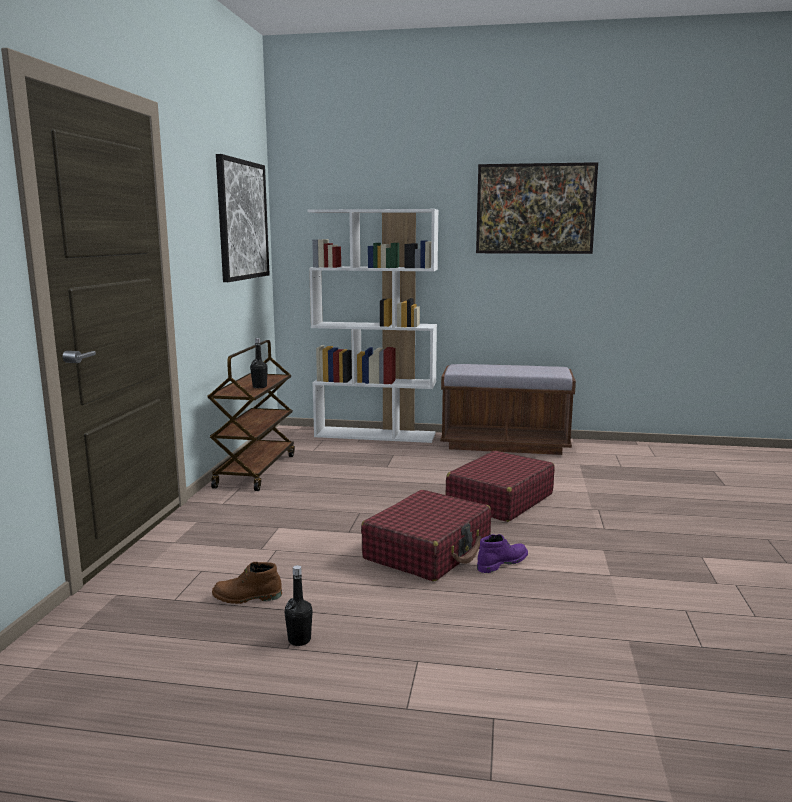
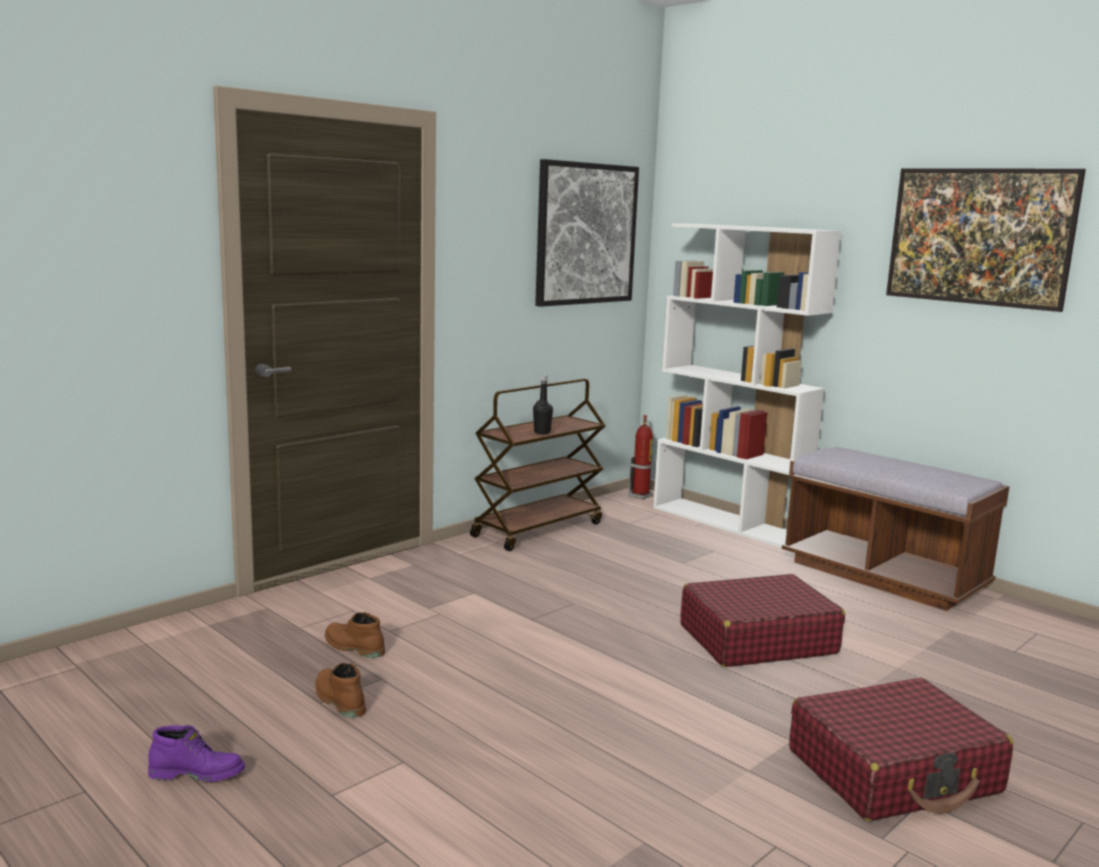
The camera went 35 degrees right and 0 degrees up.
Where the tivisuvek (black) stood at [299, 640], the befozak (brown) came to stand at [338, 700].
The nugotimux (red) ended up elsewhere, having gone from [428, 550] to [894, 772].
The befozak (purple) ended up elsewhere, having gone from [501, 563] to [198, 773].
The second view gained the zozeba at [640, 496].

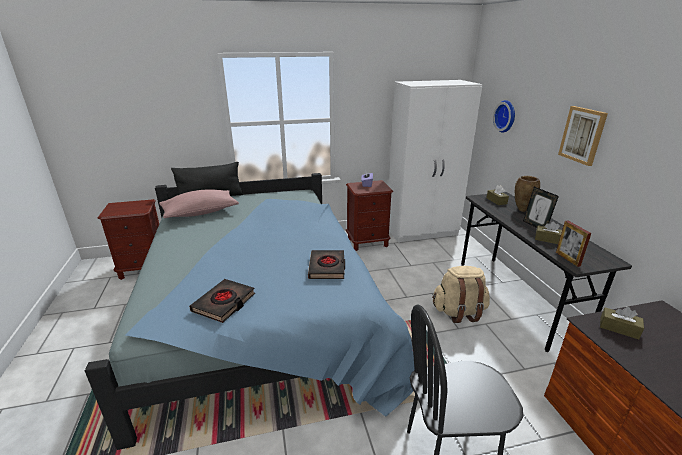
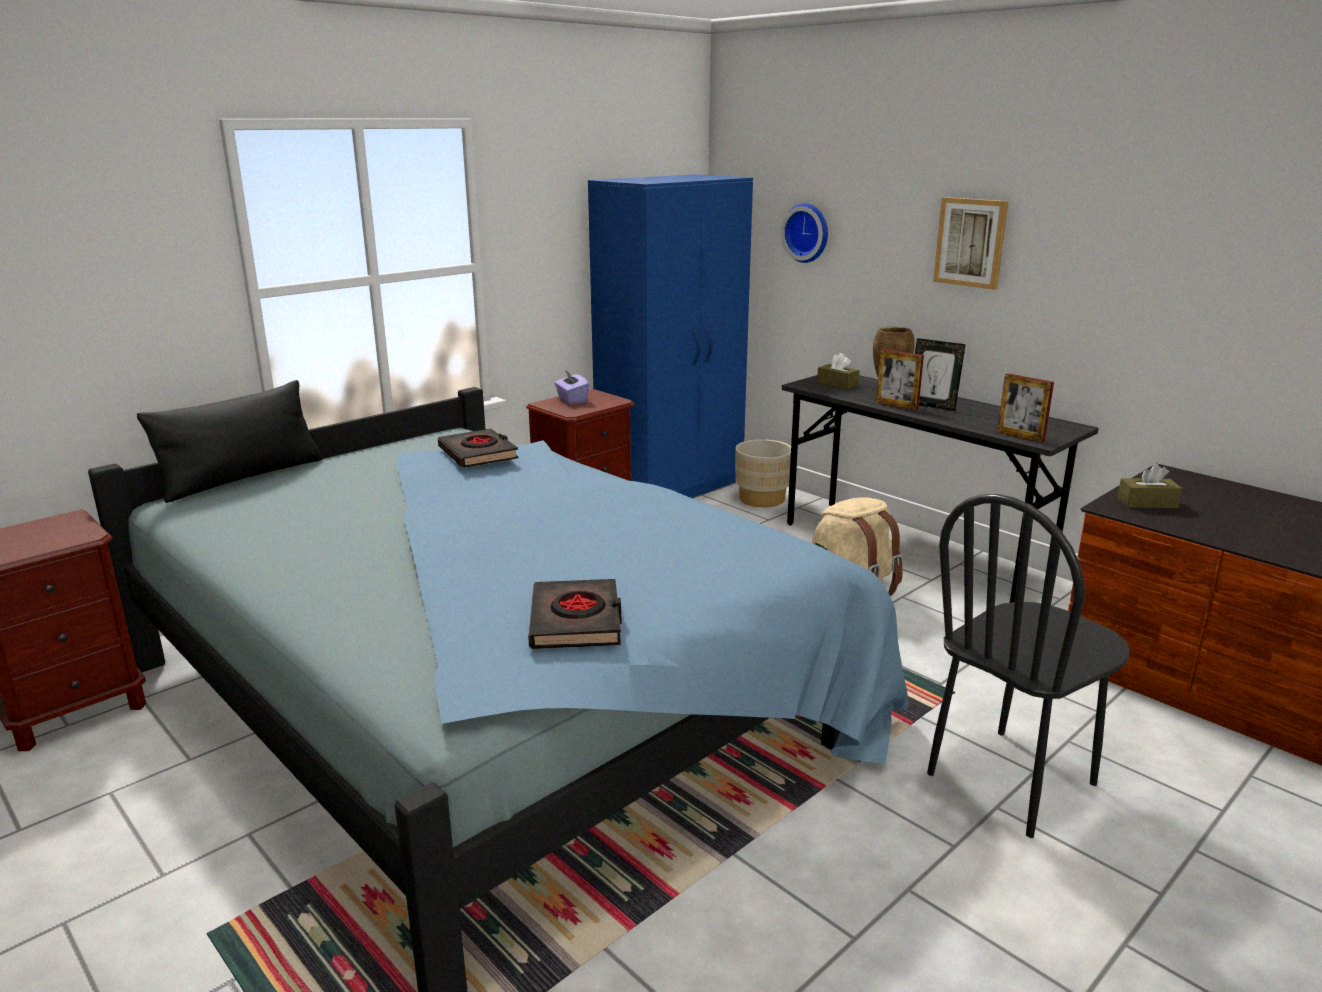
The camera went 30 degrees left and 5 degrees down.
The second view lost the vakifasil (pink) at [200, 212].
The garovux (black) ended up elsewhere, having gone from [327, 267] to [478, 454].
What was the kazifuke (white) at [422, 231] turned into the kazifuke (blue) at [672, 488].
The second view lost the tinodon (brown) at [548, 239].
The second view gained the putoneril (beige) at [762, 499].
The second view gained the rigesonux at [896, 405].

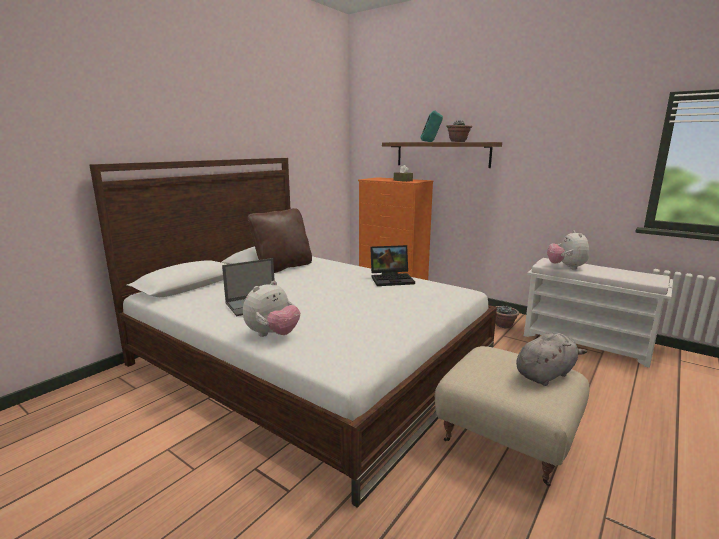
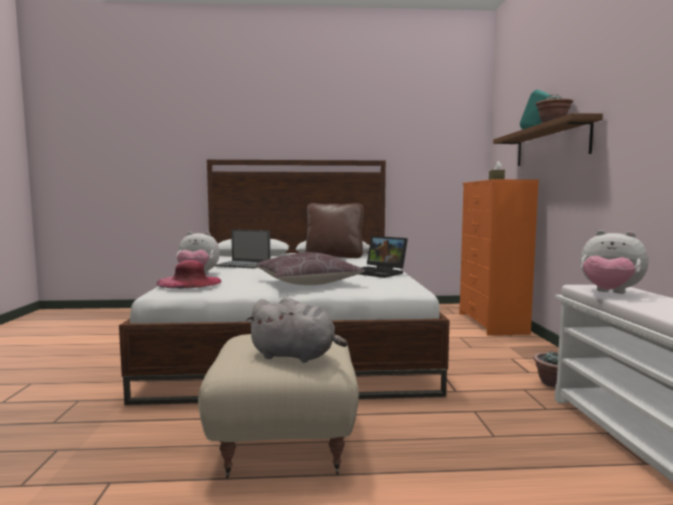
The camera went 50 degrees right and 10 degrees down.
The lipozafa at [566, 267] ended up facing another way, 105 degrees counterclockwise from before.
The second view gained the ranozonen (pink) at [189, 282].
The second view gained the vakifasil (brown) at [307, 283].

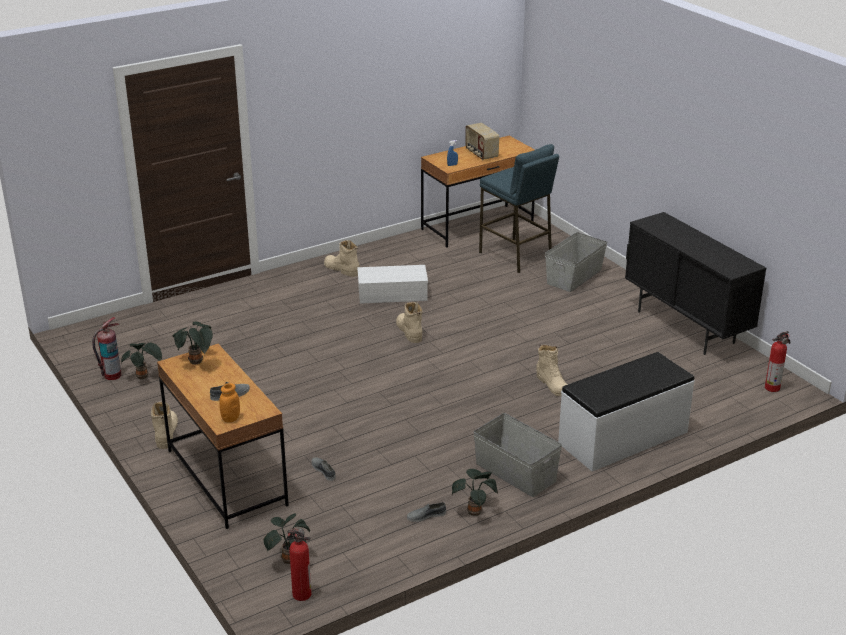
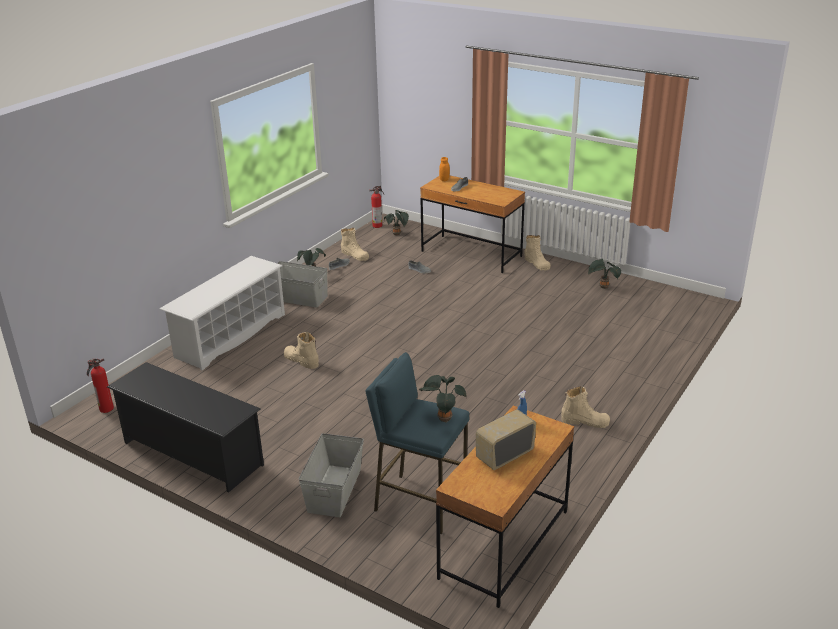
The camera went 155 degrees right and 0 degrees up.
The second view lost the zozeba at [112, 375].
The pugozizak ended up elsewhere, having gone from [197, 362] to [443, 418].
The second view lost the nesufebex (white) at [393, 293].
The befozak (beige) ended up elsewhere, having gone from [409, 331] to [355, 255].
The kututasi at [481, 154] ended up facing another way, 75 degrees counterclockwise from before.
Where the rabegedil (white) stood at [623, 438], the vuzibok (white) came to stand at [230, 335].
Where the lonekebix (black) stood at [685, 327], the vuzibok (black) came to stand at [192, 453].

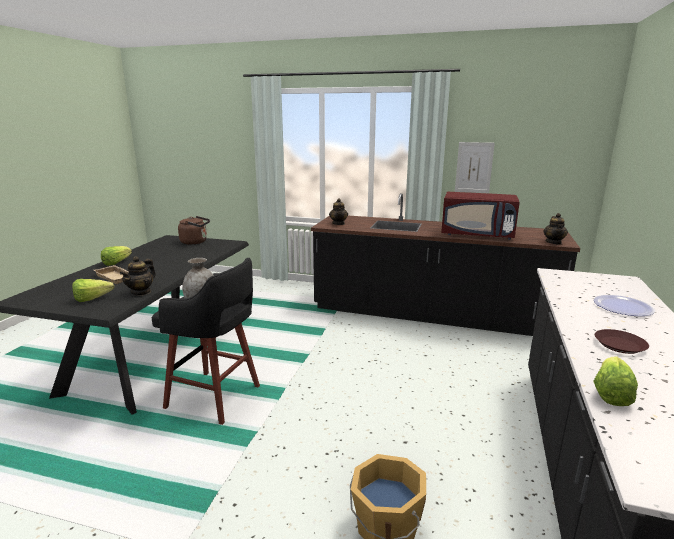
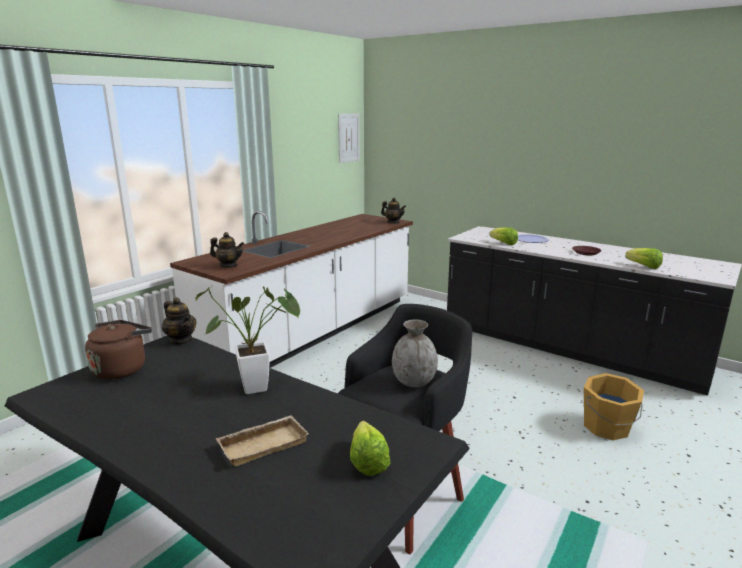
The camera went 70 degrees left and 0 degrees up.
The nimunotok ended up elsewhere, having gone from [116, 263] to [504, 243].
The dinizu ended up elsewhere, having gone from [141, 292] to [181, 340].
What was the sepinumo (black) at [431, 314] turned into the sepinumo (white) at [313, 332].
The second view lost the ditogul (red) at [477, 235].
The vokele ended up elsewhere, having gone from [474, 167] to [348, 138].
The second view gained the pugozizak at [262, 387].

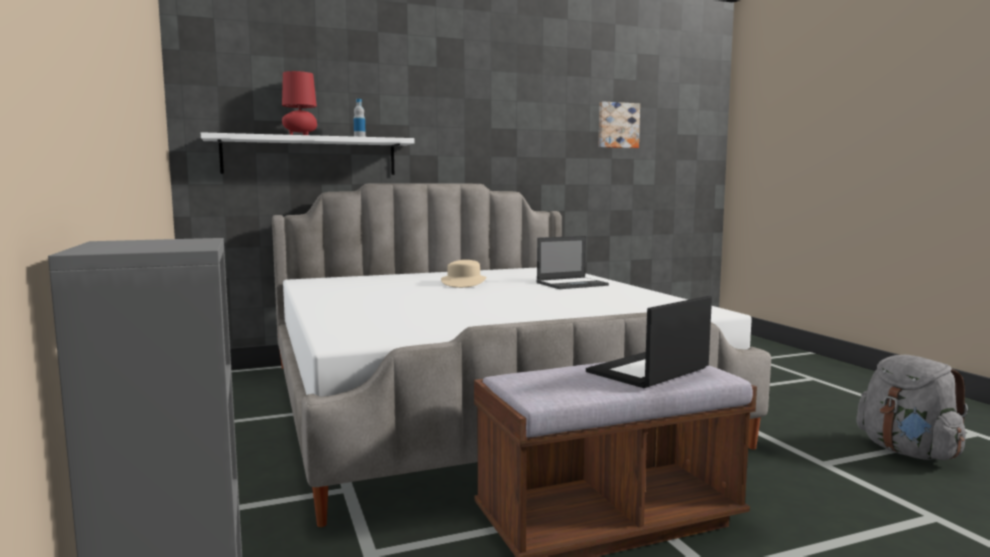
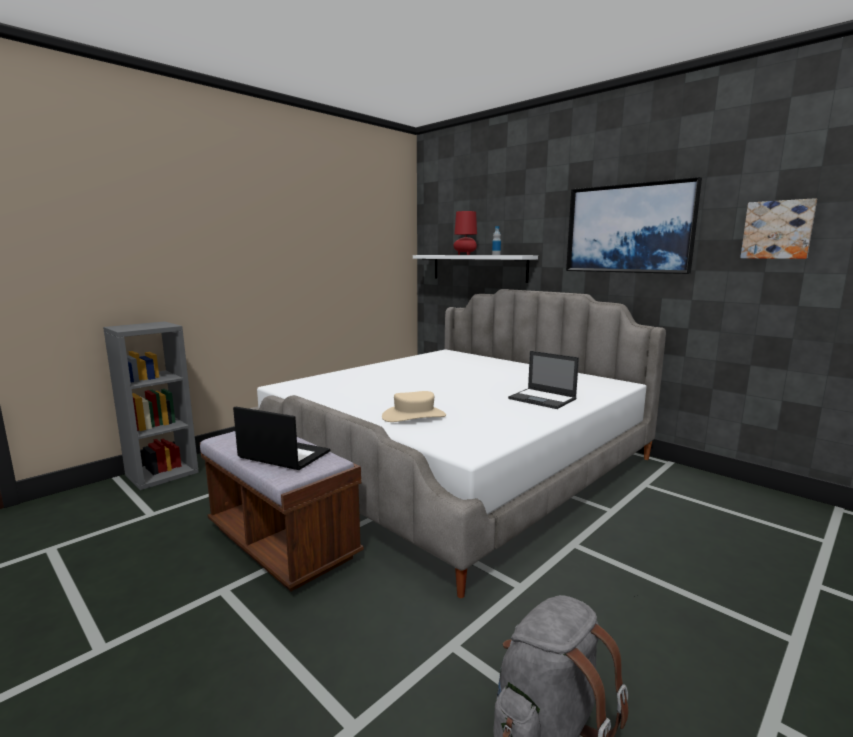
The camera went 65 degrees right and 5 degrees up.
The ranozonen (beige) ended up elsewhere, having gone from [464, 283] to [414, 416].
The second view gained the vokele at [628, 229].

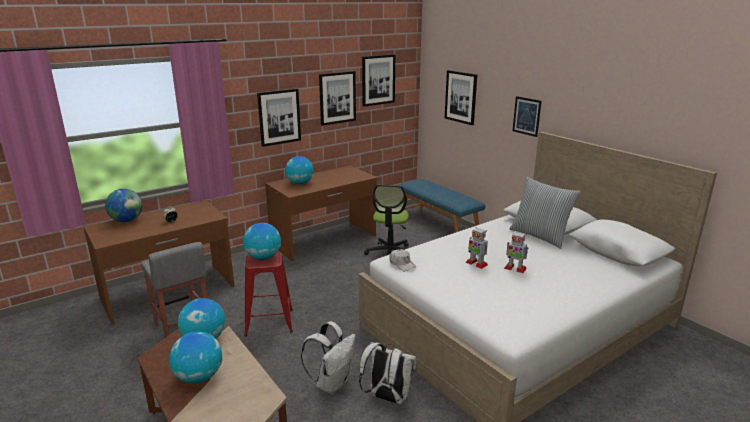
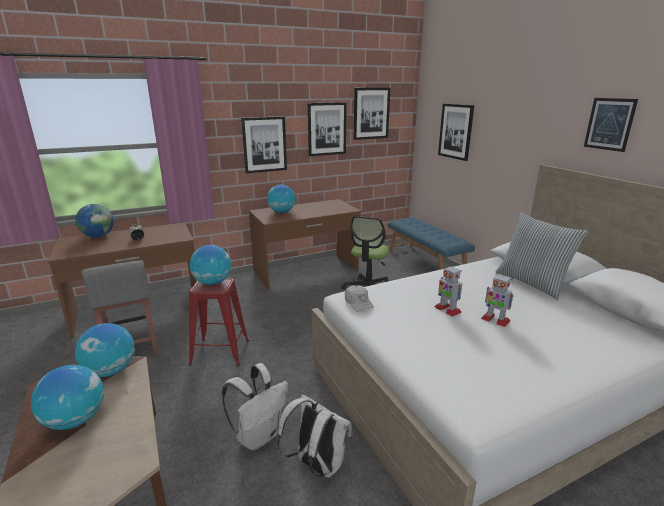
The camera went 10 degrees right and 0 degrees up.
The vokele ended up elsewhere, having gone from [526, 116] to [609, 124].

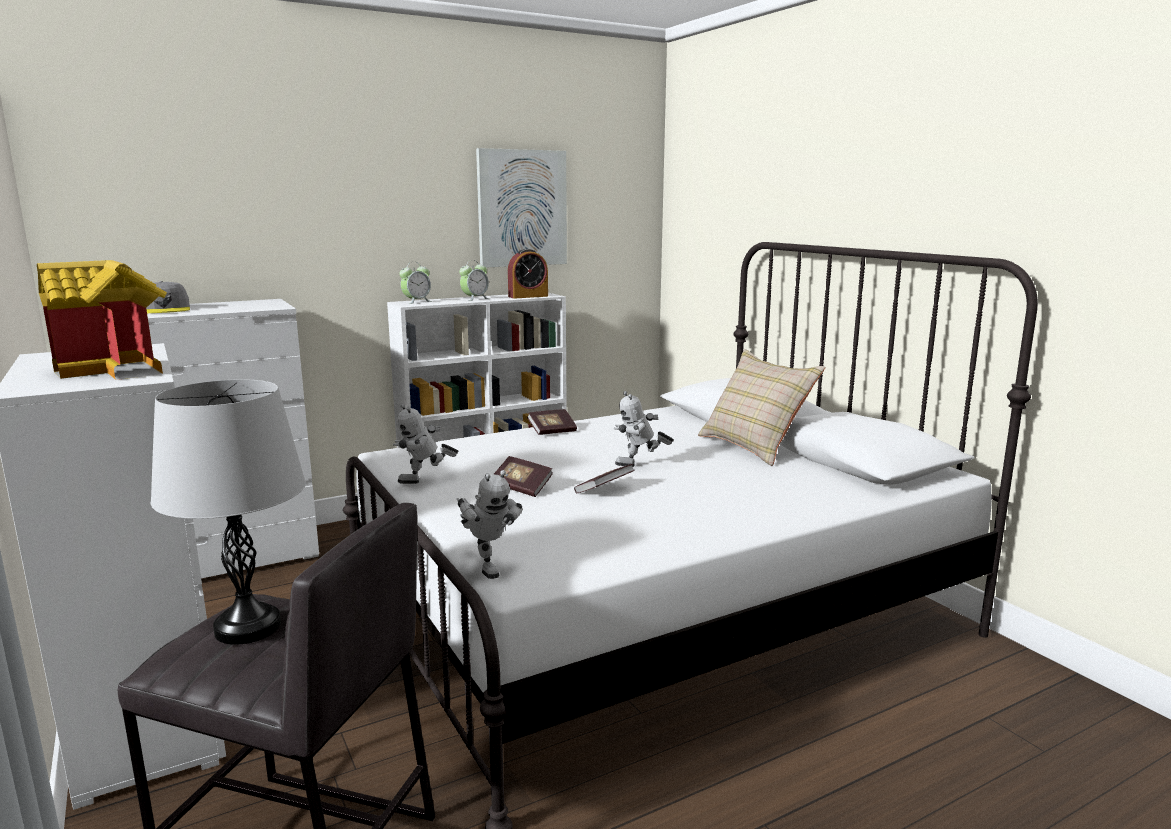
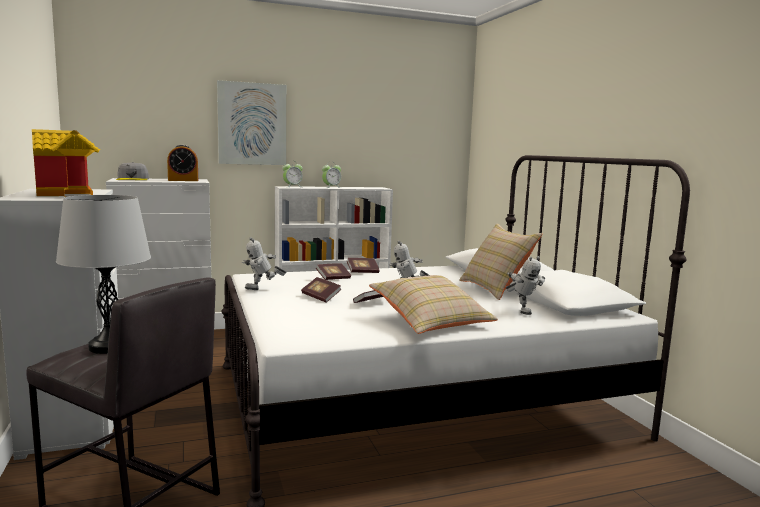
The camera went 10 degrees right and 5 degrees down.
The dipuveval ended up elsewhere, having gone from [488, 566] to [522, 311].
The vokele ended up elsewhere, having gone from [522, 208] to [252, 124].
The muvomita ended up elsewhere, having gone from [528, 296] to [183, 180].
The second view gained the garovux at [333, 278].
The second view gained the vakifasil (beige) at [430, 322].

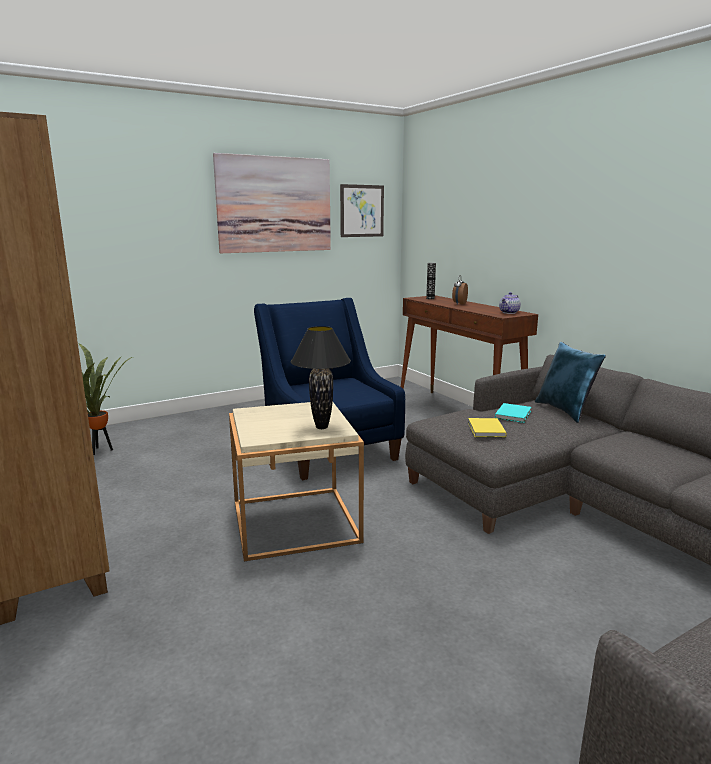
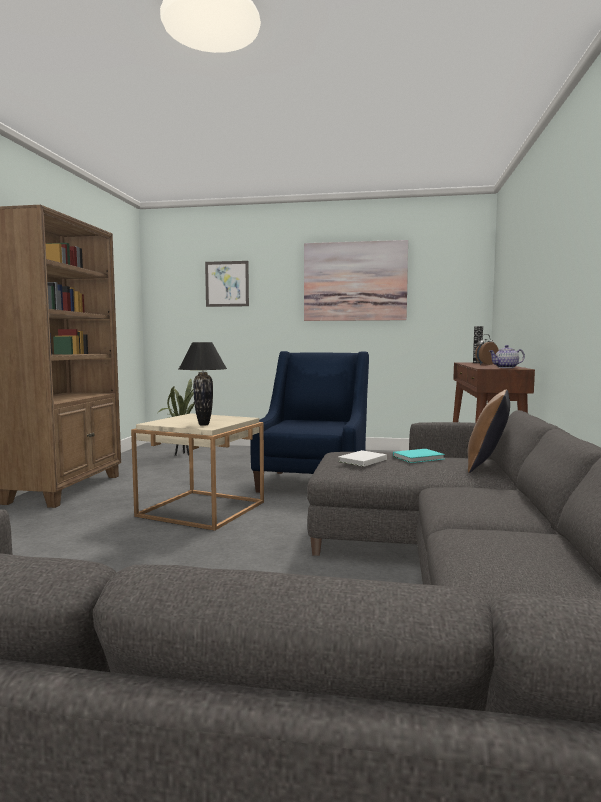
The camera went 40 degrees right and 10 degrees down.
The vokele ended up elsewhere, having gone from [362, 211] to [227, 284].
What was the garovux (yellow) at [485, 430] turned into the garovux (white) at [361, 460].
What was the vakifasil (blue) at [565, 411] turned into the vakifasil (brown) at [487, 466].

